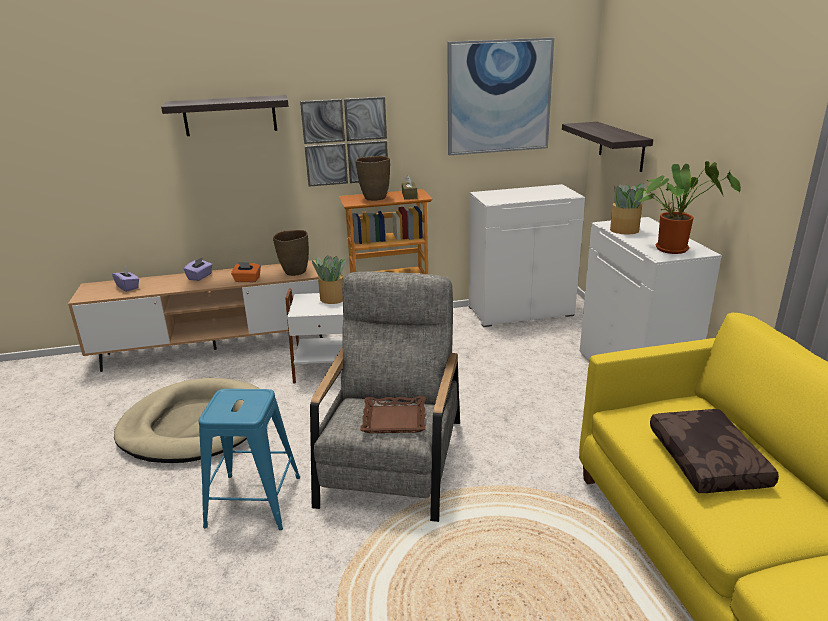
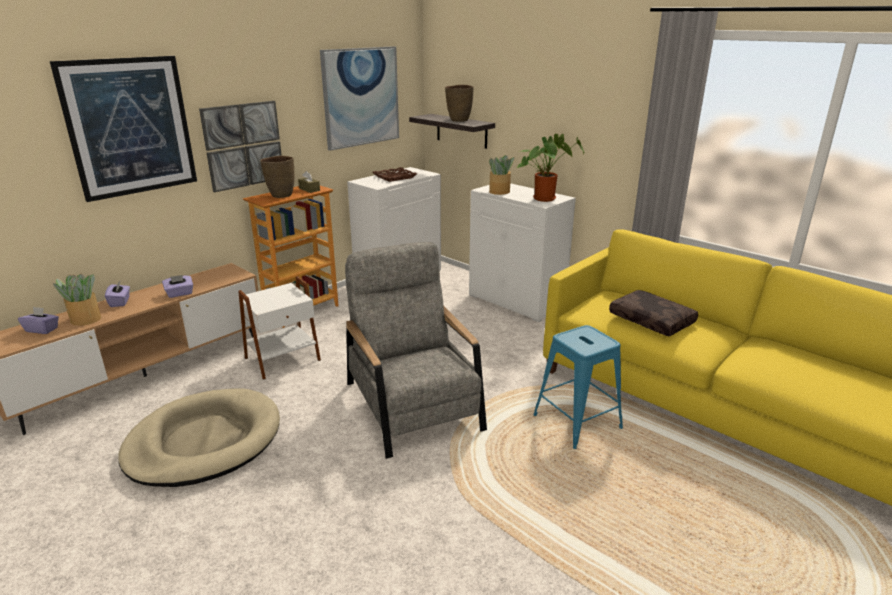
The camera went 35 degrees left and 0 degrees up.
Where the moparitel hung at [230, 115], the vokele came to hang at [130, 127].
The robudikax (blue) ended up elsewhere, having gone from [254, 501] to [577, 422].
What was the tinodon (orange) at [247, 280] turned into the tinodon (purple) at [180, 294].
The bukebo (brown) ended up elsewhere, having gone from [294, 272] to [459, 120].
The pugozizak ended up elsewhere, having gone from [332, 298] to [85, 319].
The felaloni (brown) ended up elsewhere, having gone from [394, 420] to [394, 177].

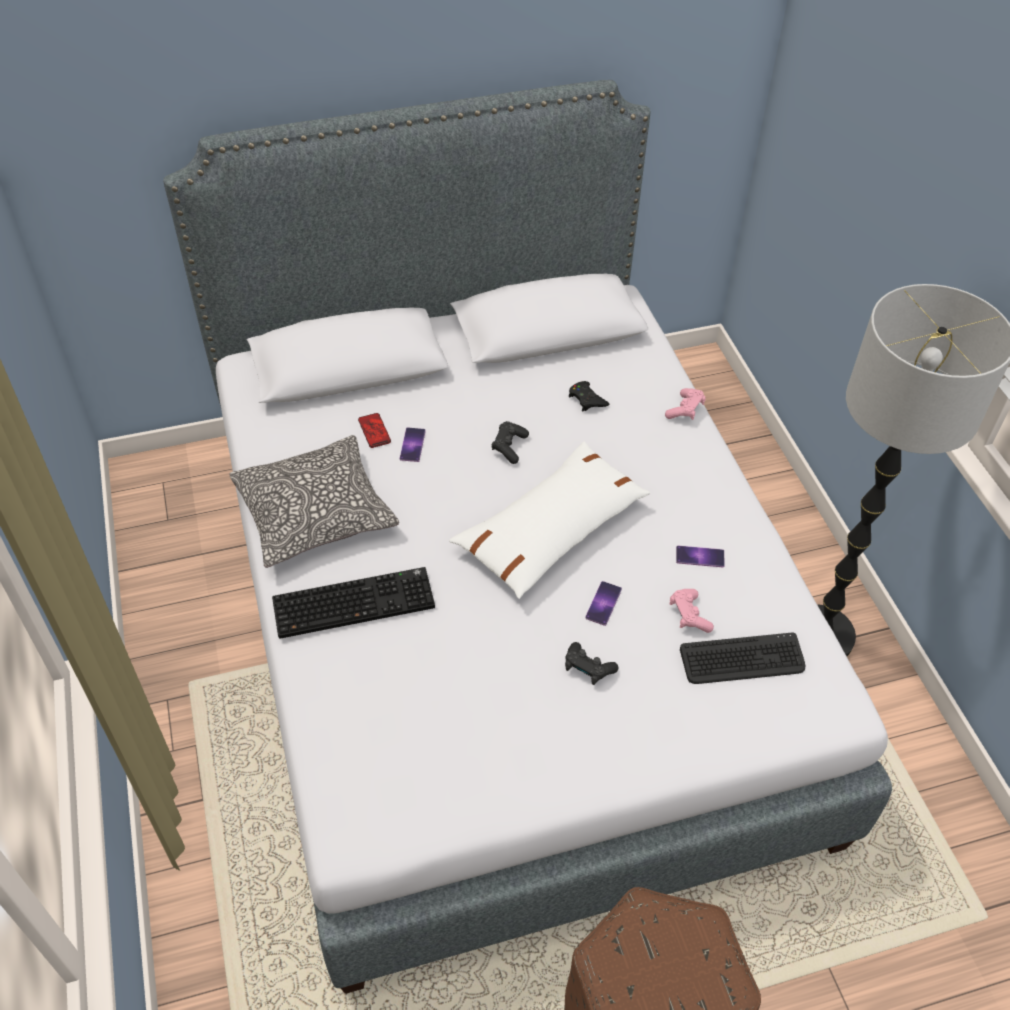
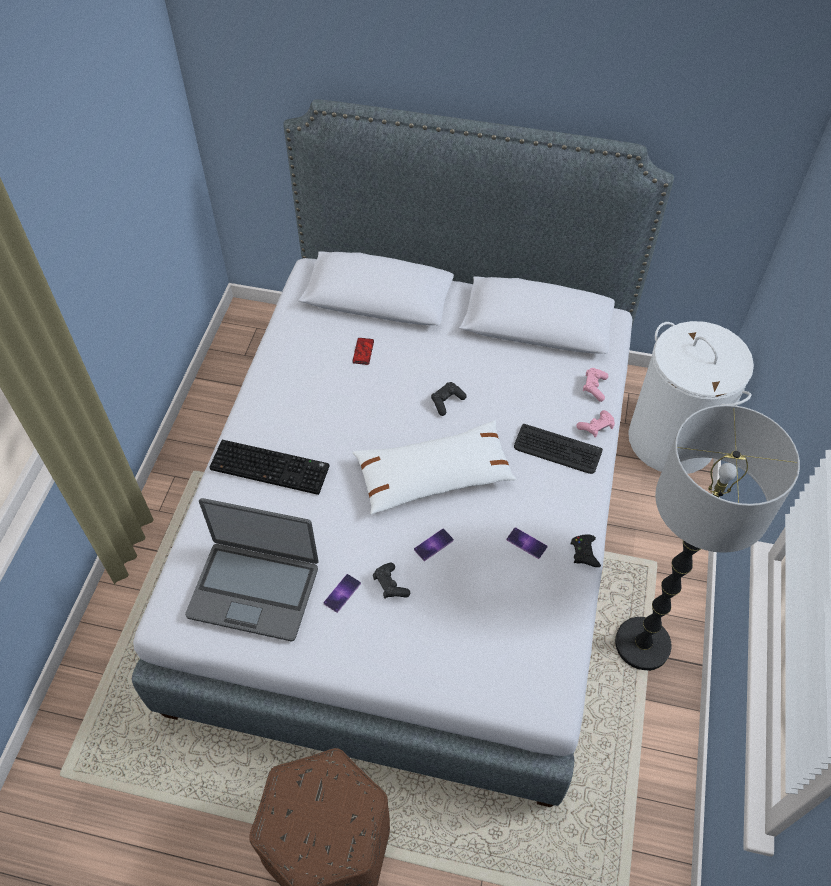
The camera went 30 degrees right and 5 degrees up.
The second view lost the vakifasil at [315, 513].
The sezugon ended up elsewhere, having gone from [412, 445] to [342, 593].
The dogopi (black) ended up elsewhere, having gone from [587, 399] to [584, 552].
The dogopi (pink) ended up elsewhere, having gone from [689, 616] to [594, 387].
The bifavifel ended up elsewhere, having gone from [742, 660] to [557, 450].
The second view gained the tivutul at [254, 590].
The second view gained the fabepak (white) at [672, 440].

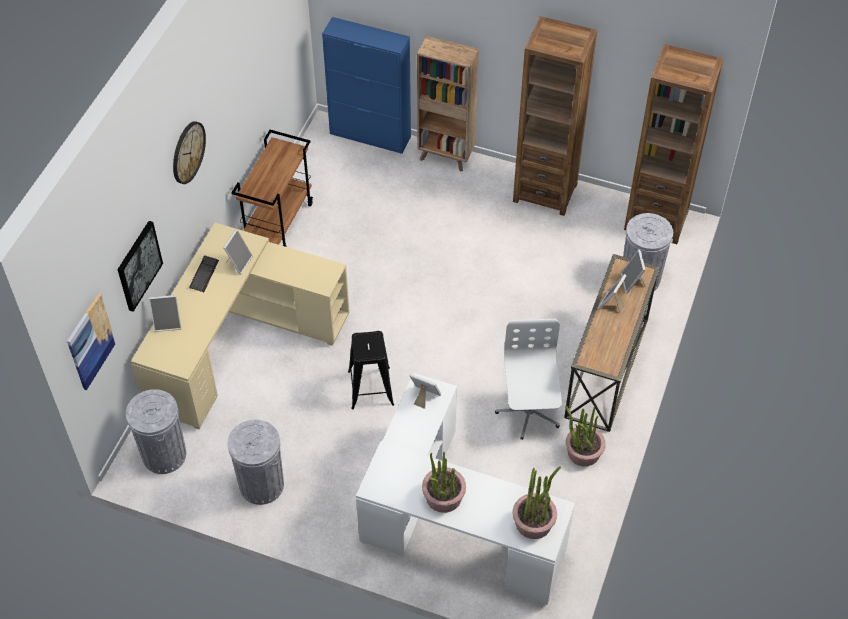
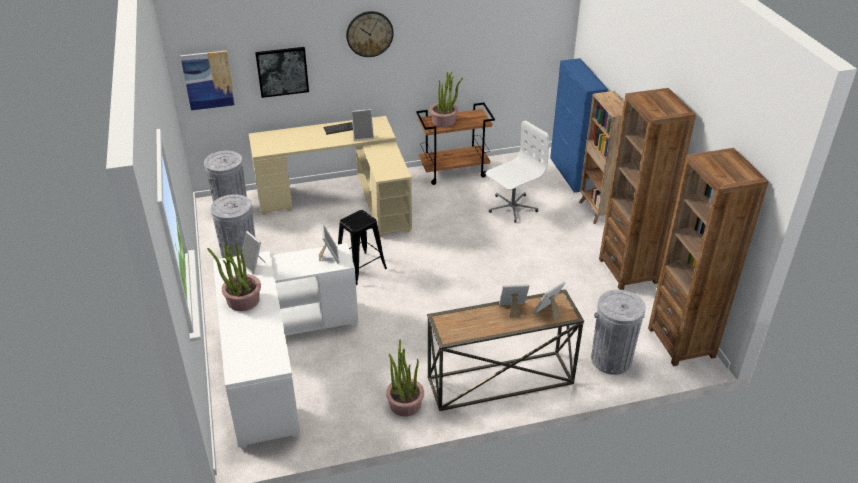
The camera went 55 degrees right and 15 degrees down.
The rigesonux ended up elsewhere, having gone from [168, 323] to [254, 265].
The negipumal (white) ended up elsewhere, having gone from [528, 412] to [512, 207].
The pugozizak ended up elsewhere, having gone from [534, 522] to [444, 121].

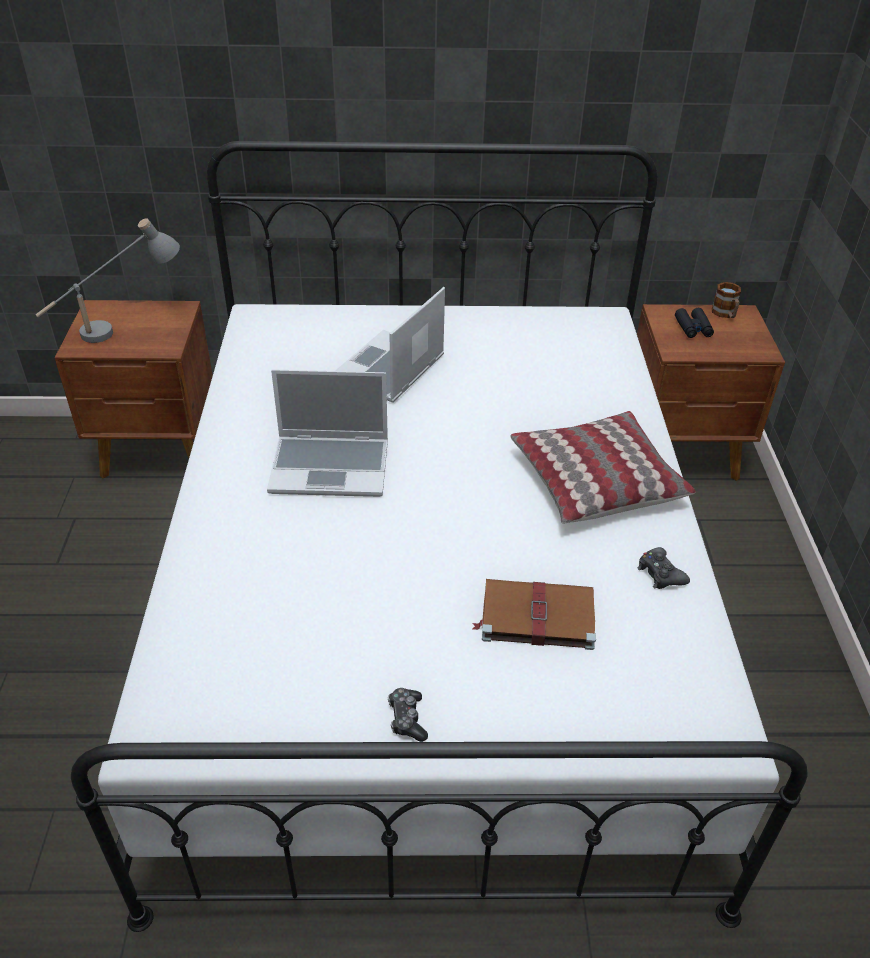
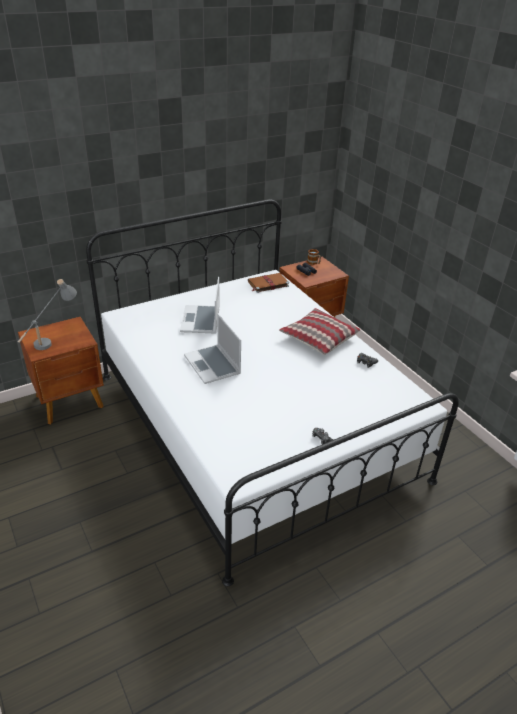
The camera went 30 degrees left and 5 degrees down.
The tivutul at [331, 467] ended up facing another way, 90 degrees clockwise from before.
The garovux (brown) ended up elsewhere, having gone from [535, 616] to [267, 284].

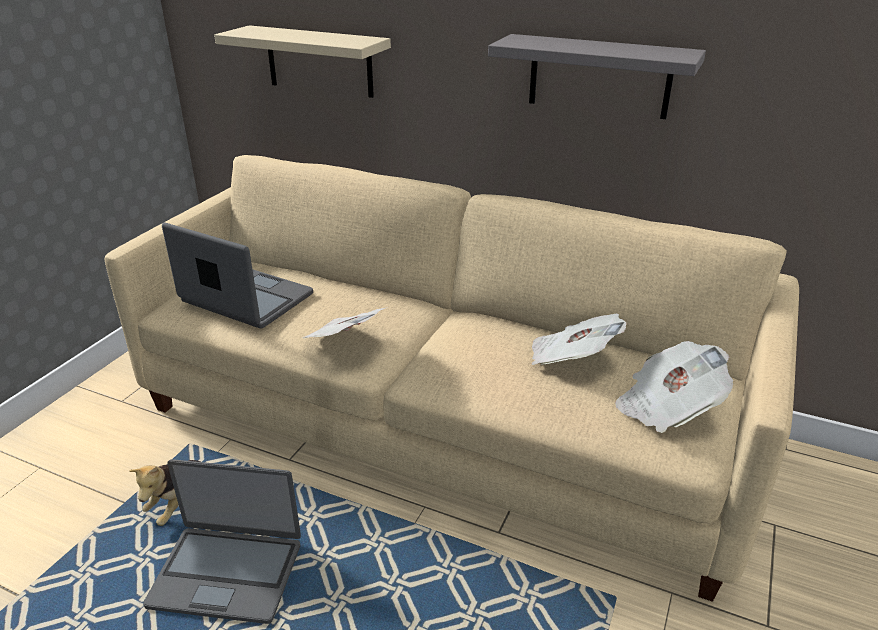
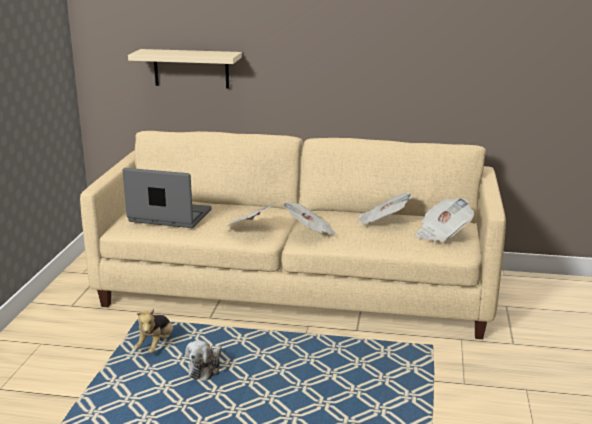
The camera went 15 degrees left and 10 degrees down.
Where the tivutul stood at [227, 573], the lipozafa came to stand at [205, 369].
The second view lost the moparitel (grey) at [599, 76].
The second view gained the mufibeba at [310, 232].

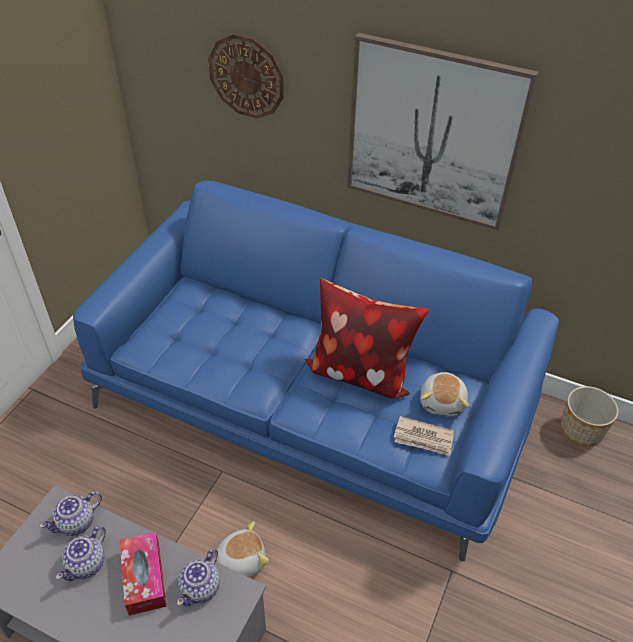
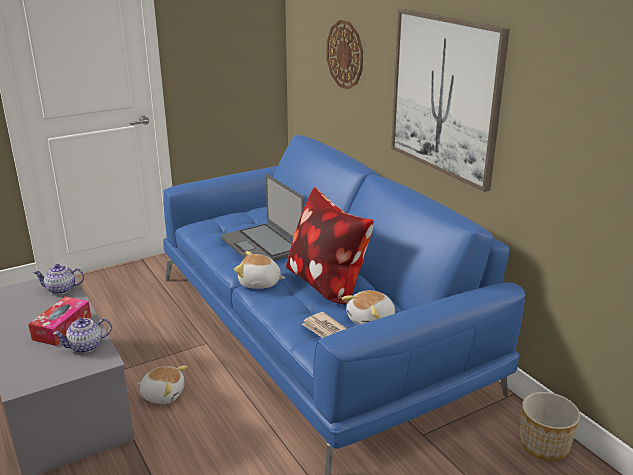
The camera went 35 degrees right and 20 degrees down.
The second view lost the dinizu at [87, 563].
The second view gained the tivutul at [263, 245].
The second view gained the lipozafa at [259, 283].

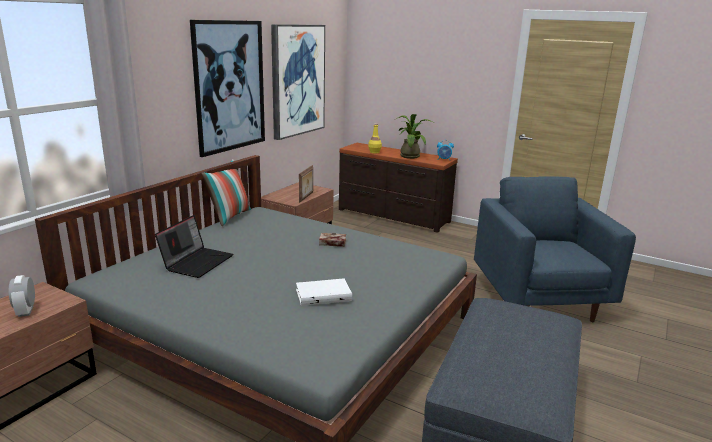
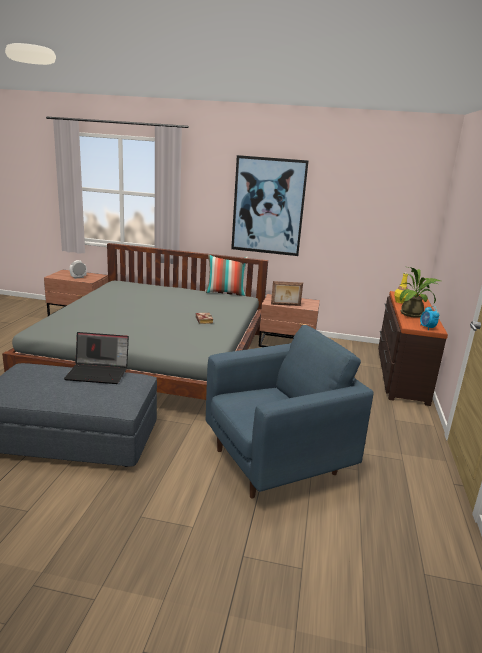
The camera went 70 degrees right and 0 degrees up.
The tivutul ended up elsewhere, having gone from [197, 262] to [98, 373].
The second view lost the vokele at [297, 80].
The second view lost the garovux (white) at [323, 294].

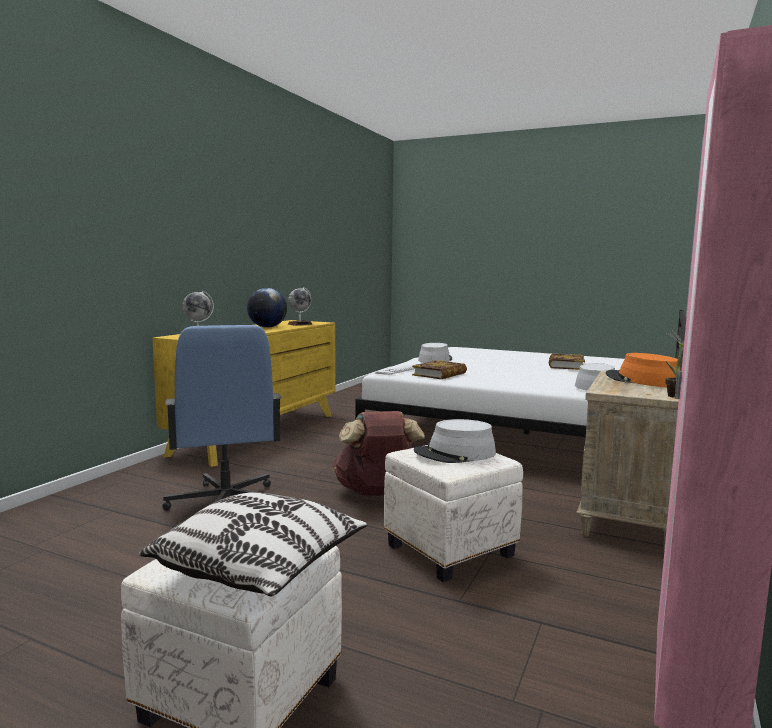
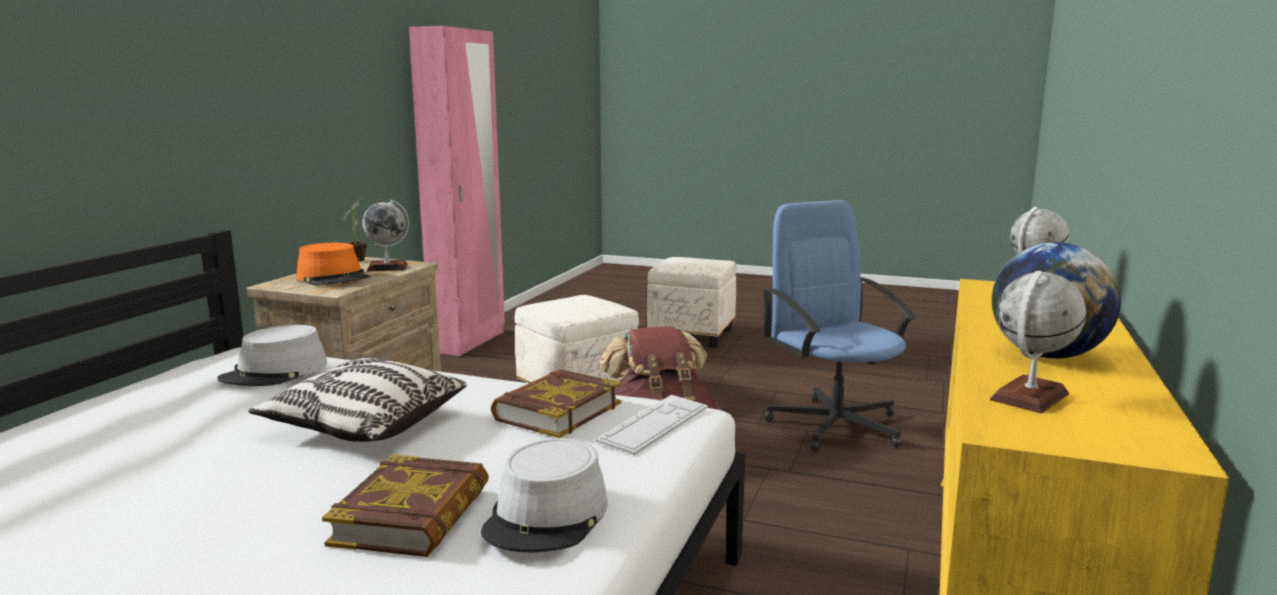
The camera went 175 degrees right and 5 degrees up.
The vakifasil ended up elsewhere, having gone from [260, 567] to [364, 425].
The second view lost the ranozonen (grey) at [455, 453].
The garovux ended up elsewhere, having gone from [565, 365] to [413, 516].
The second view gained the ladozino at [387, 268].

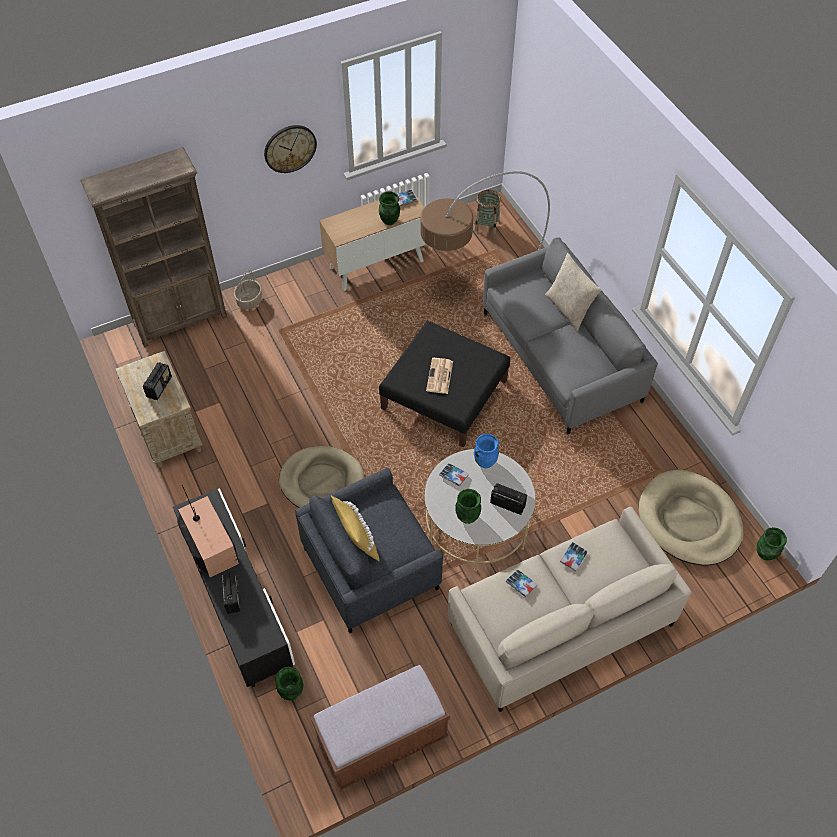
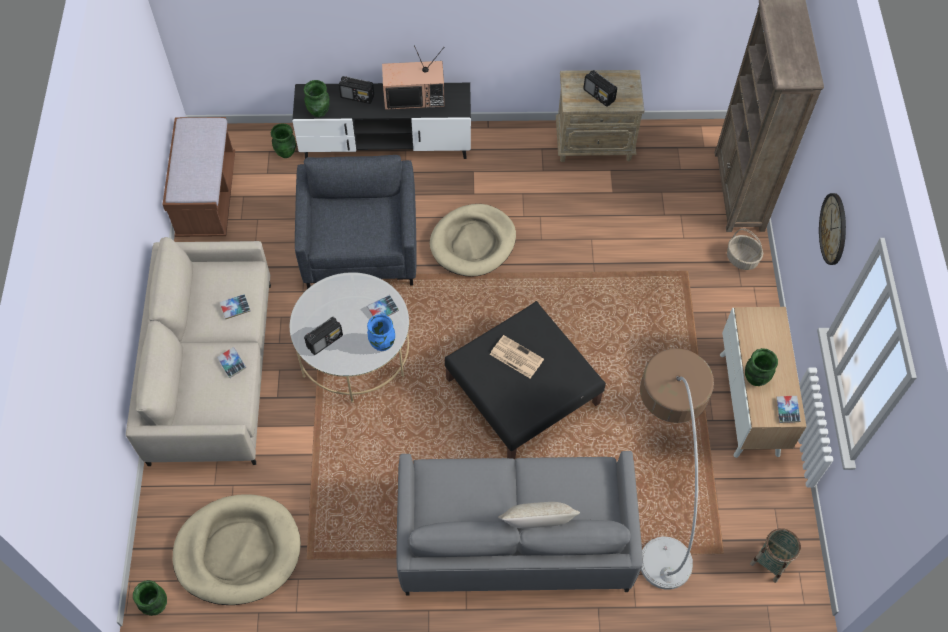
The camera went 115 degrees right and 5 degrees up.
The second view lost the vakifasil (yellow) at [356, 541].
The bukebo (green) ended up elsewhere, having gone from [467, 516] to [319, 112].

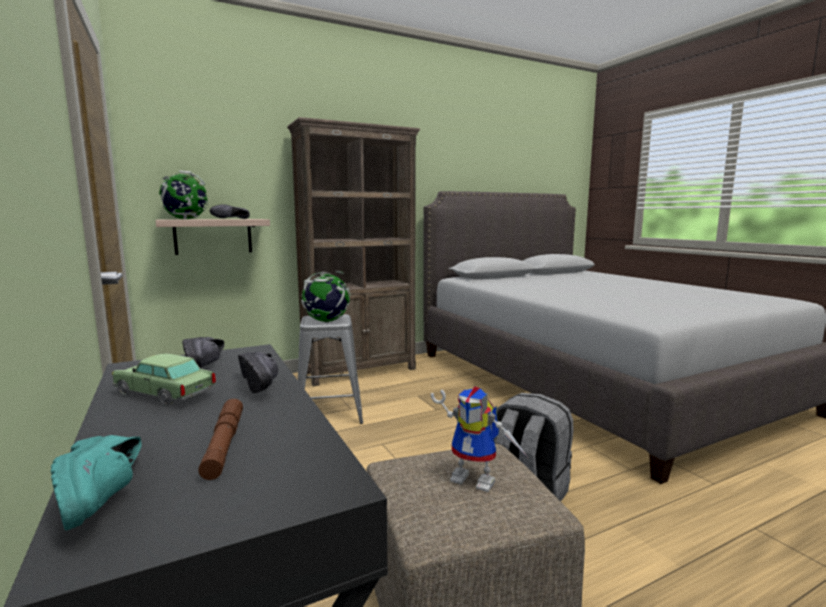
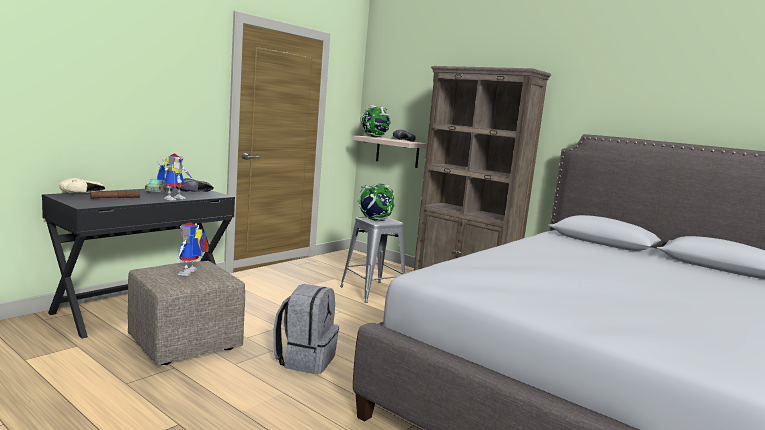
The camera went 65 degrees right and 0 degrees up.
What was the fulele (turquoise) at [108, 496] turned into the fulele (beige) at [84, 194].
Where the fulele (black) stood at [264, 383], the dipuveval came to stand at [173, 198].

